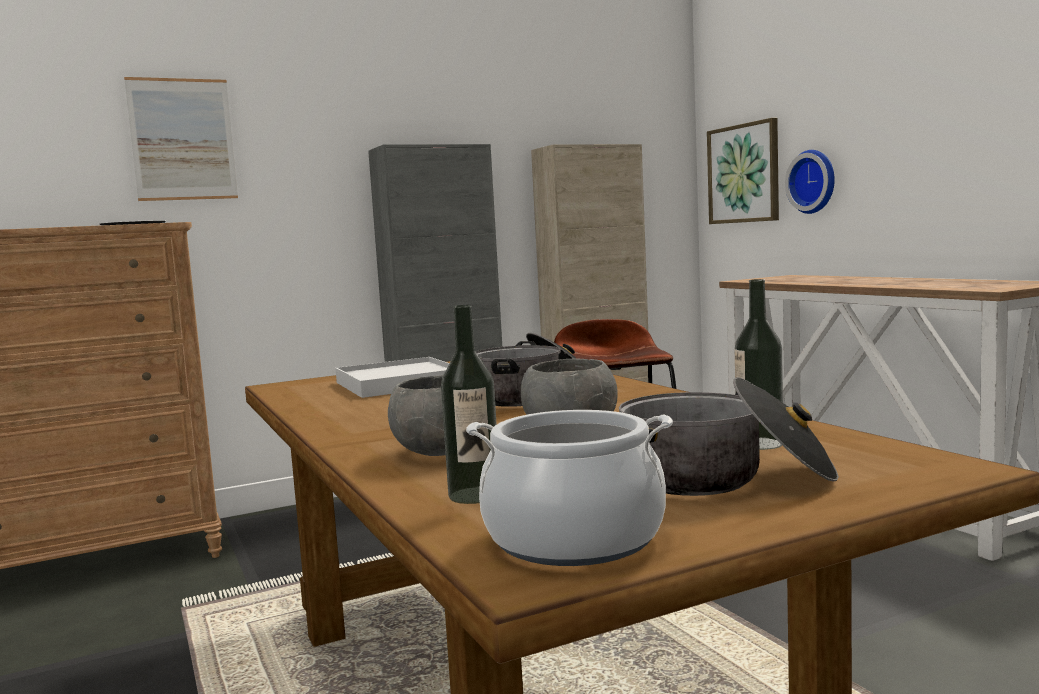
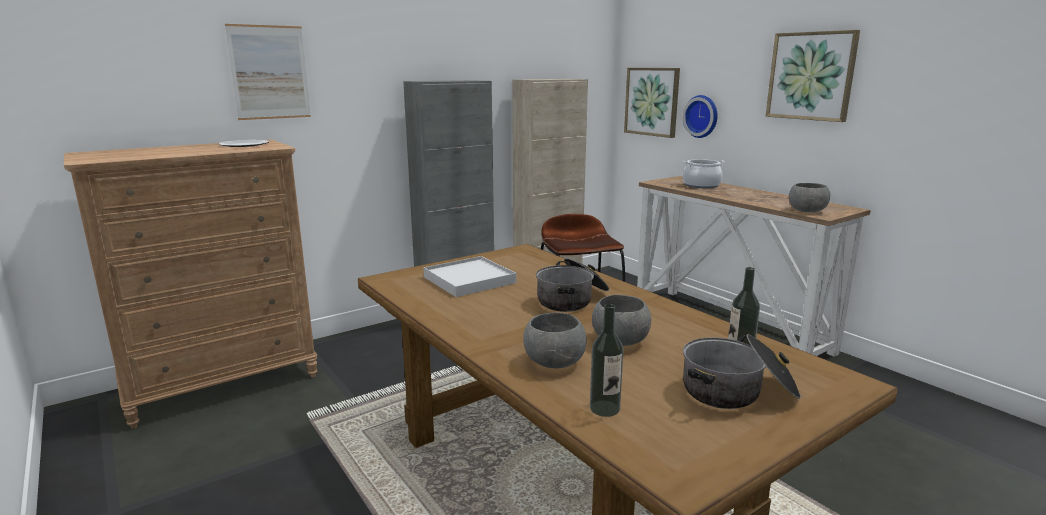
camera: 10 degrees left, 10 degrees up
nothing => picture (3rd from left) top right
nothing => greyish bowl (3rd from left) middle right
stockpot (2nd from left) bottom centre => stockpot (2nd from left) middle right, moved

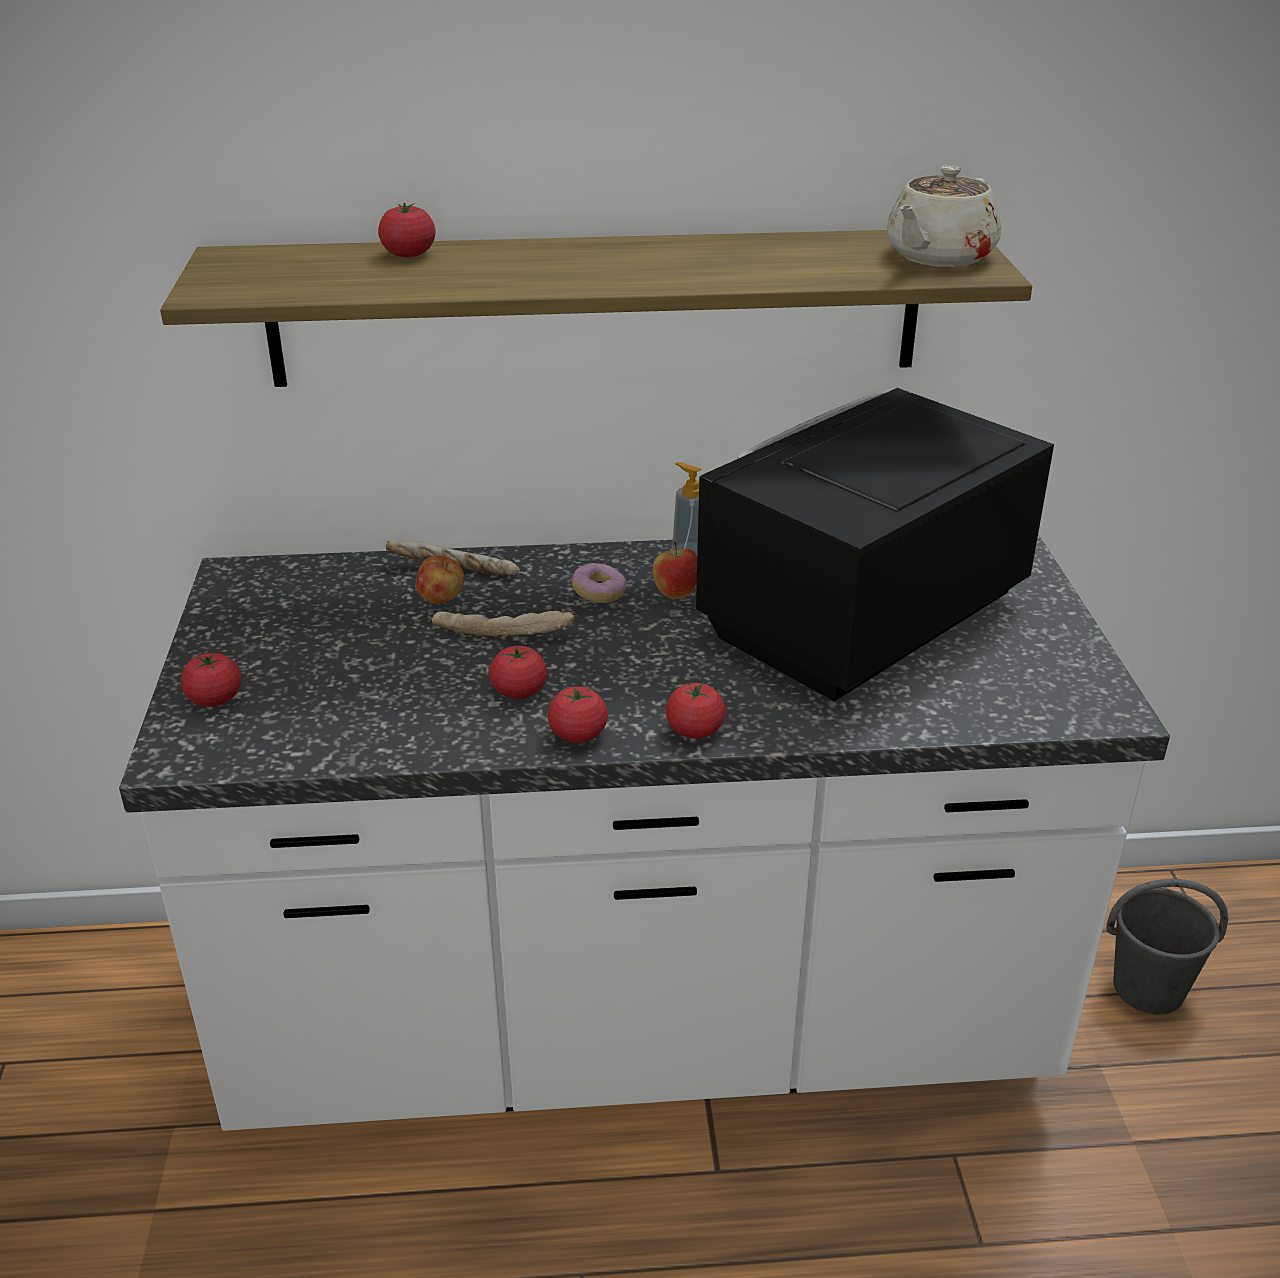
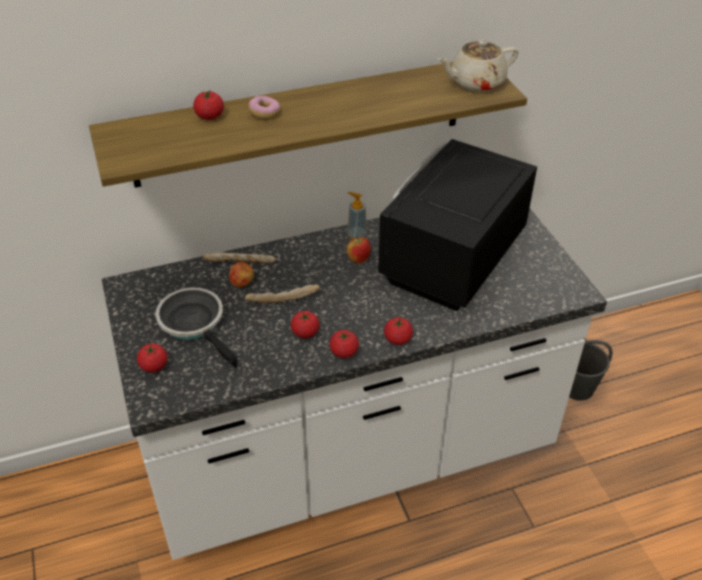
camera: 15 degrees left, 10 degrees up
nothing => frying pan middle left
ring doughnut centre => ring doughnut top centre, moved
sand-coloured tea pot top right, 45 degrees clockwise

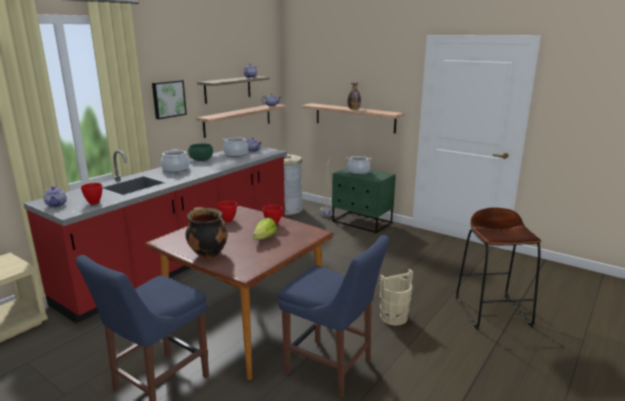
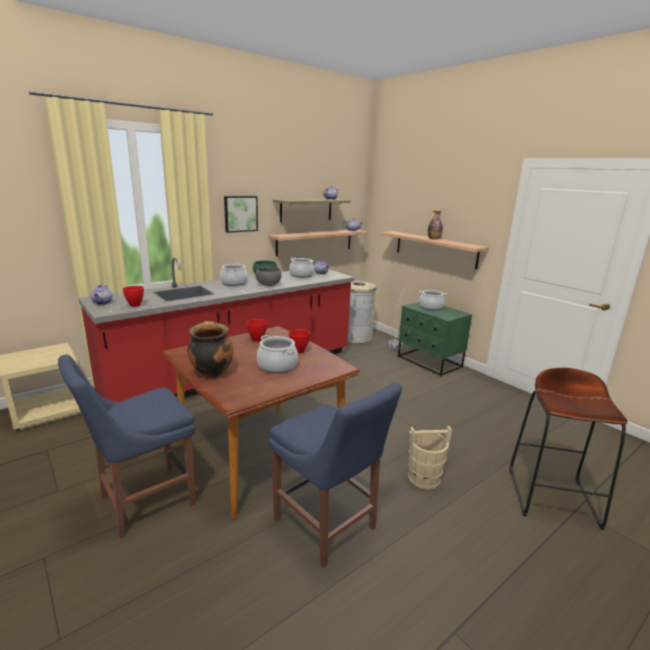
camera: 15 degrees right, 0 degrees up
nothing => greyish bowl centre
head of lettuce centre => stockpot (3rd from left) centre

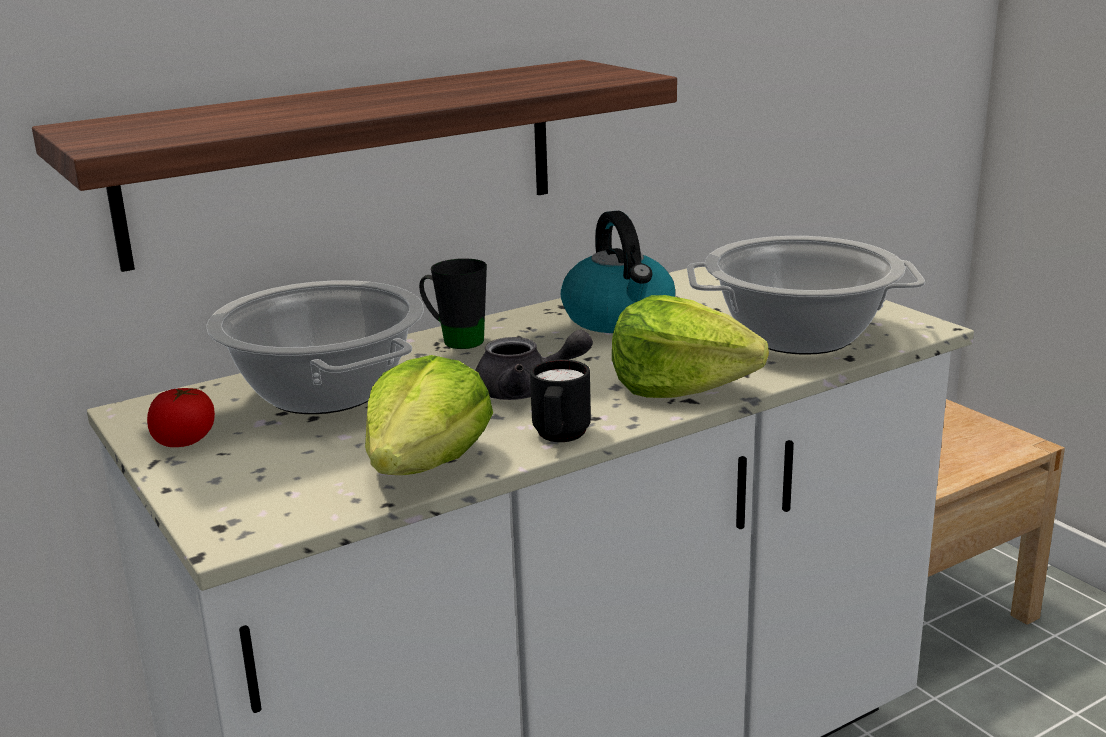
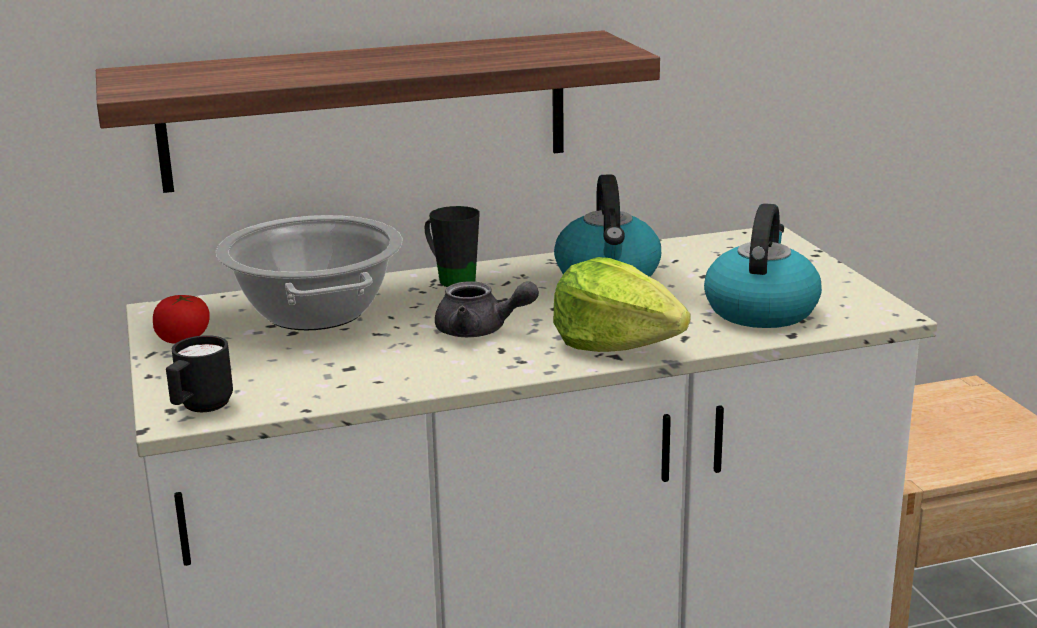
camera: 15 degrees right, 0 degrees up
head of lettuce (1st from left) centre => nothing
blackish tea mug (2nd from left in the first image) centre => blackish tea mug (1st from left) middle left, moved
stockpot (2nd from left) middle right => kettle (2nd from left) middle right

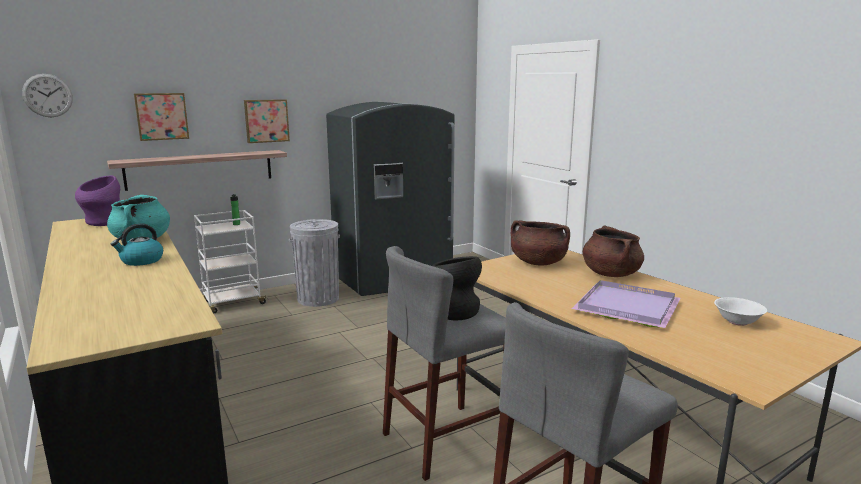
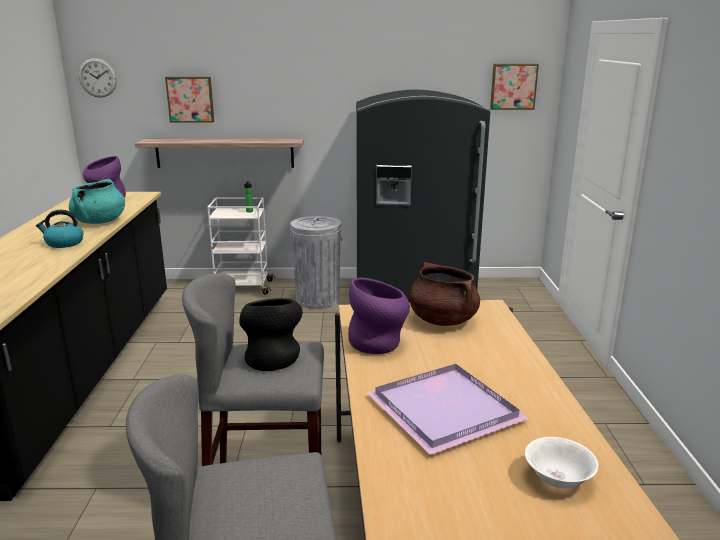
camera: 30 degrees right, 5 degrees up
brownish stockpot (2nd from left) middle right => nothing
nothing => purple vase (2nd from left) centre
picture (2nd from left) top left => picture (2nd from left) top right, moved

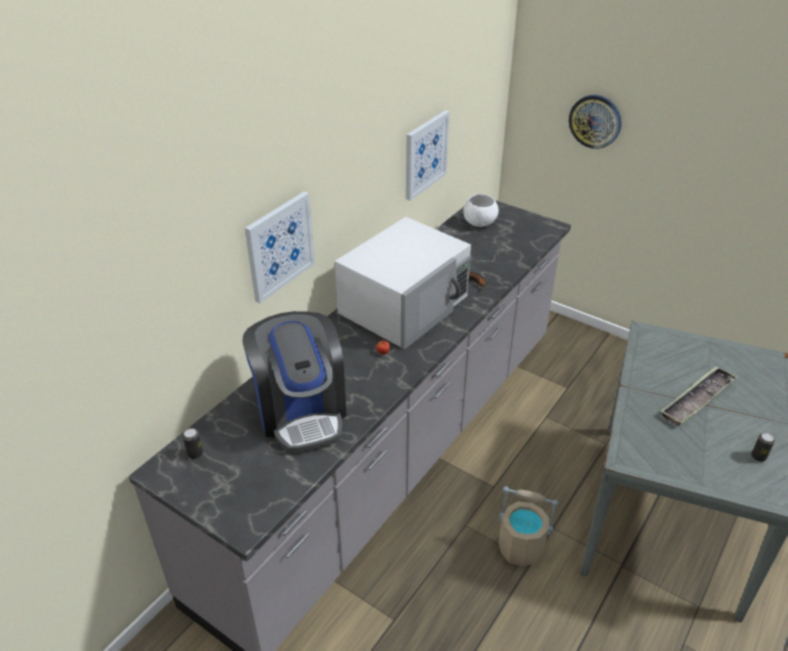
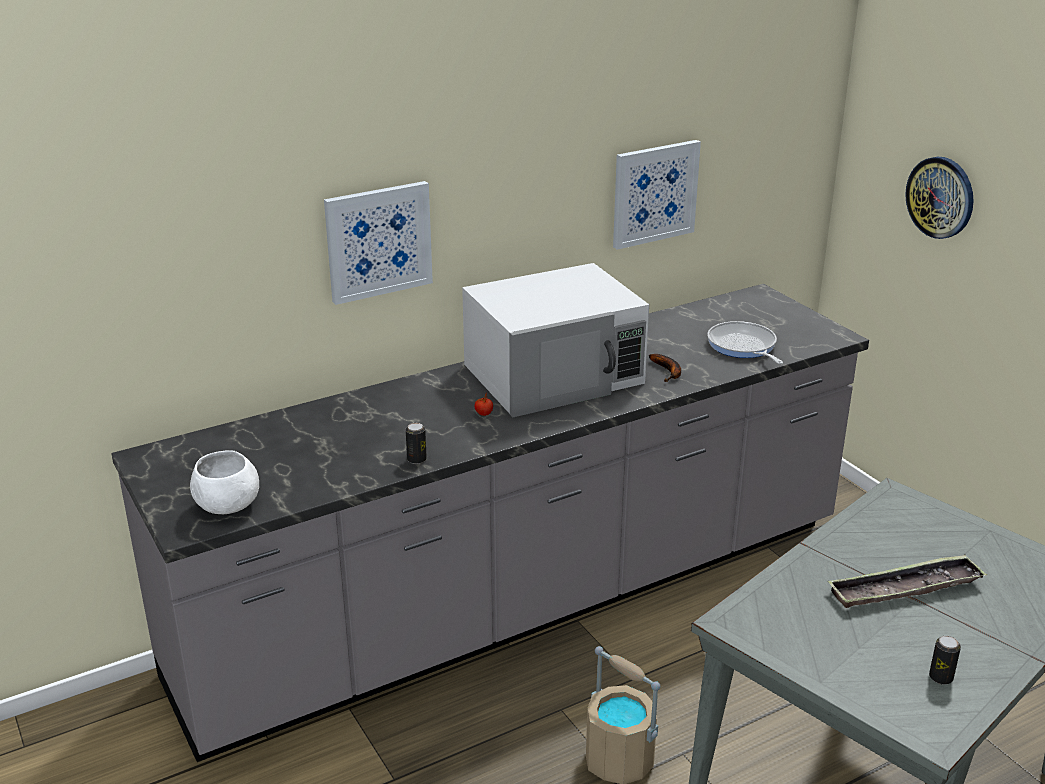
camera: 25 degrees right, 10 degrees down
coffee brewer centre => nothing
nothing => frying pan middle right
sealed can (1st from left) bottom left => sealed can (1st from left) centre, moved
whitish bowl top centre => whitish bowl middle left, moved

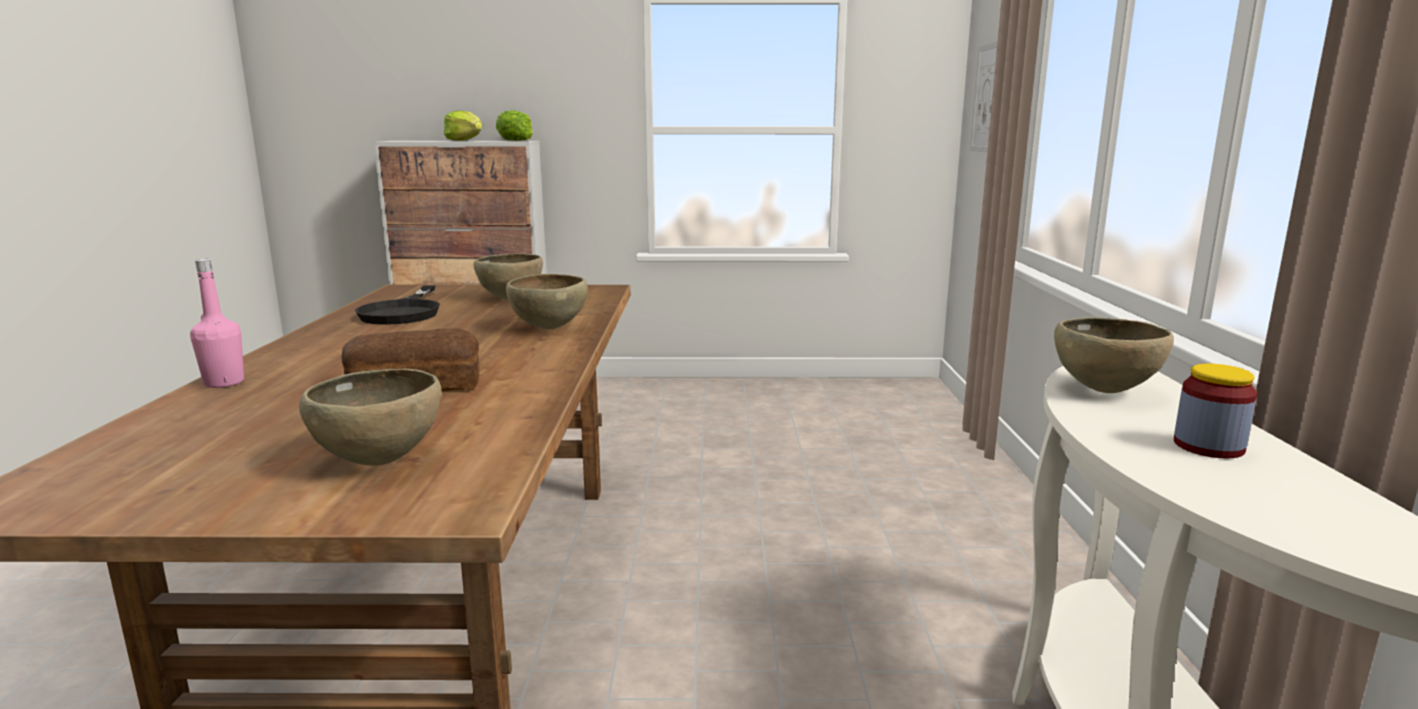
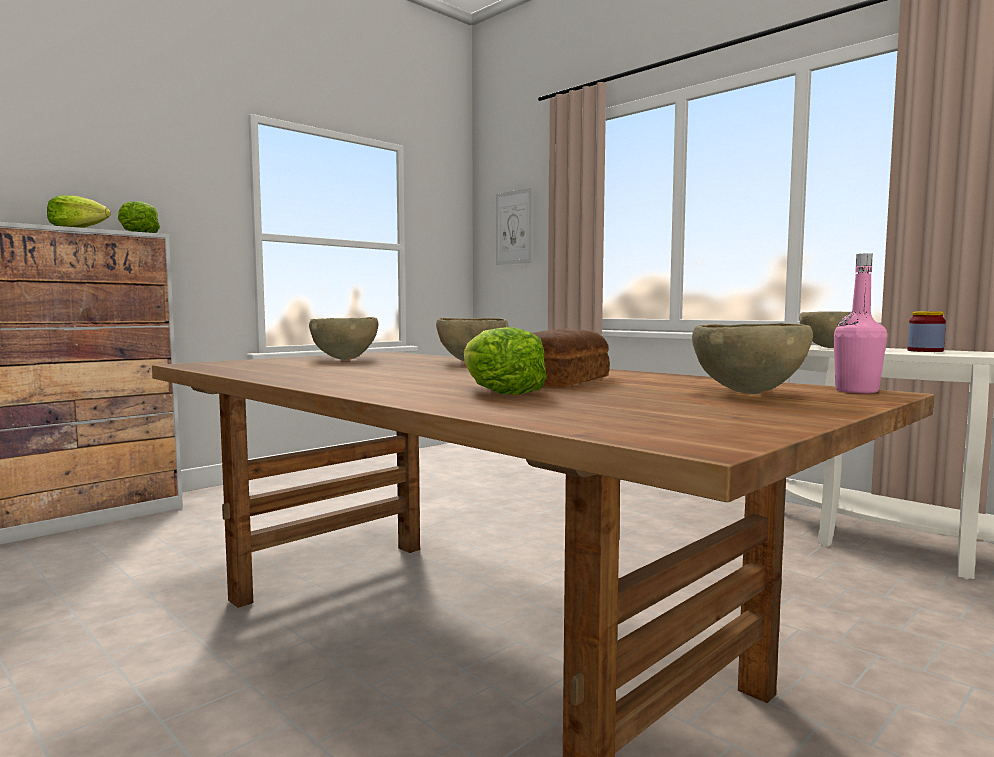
camera: 45 degrees left, 10 degrees down
blackish frying pan middle left => nothing
nothing => head of lettuce (3rd from left) centre
pinkish beverage bottle middle left => pinkish beverage bottle middle right, moved

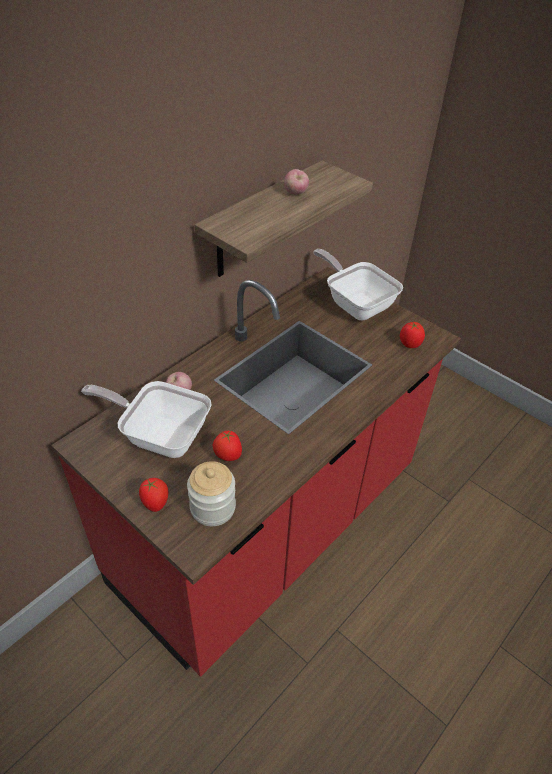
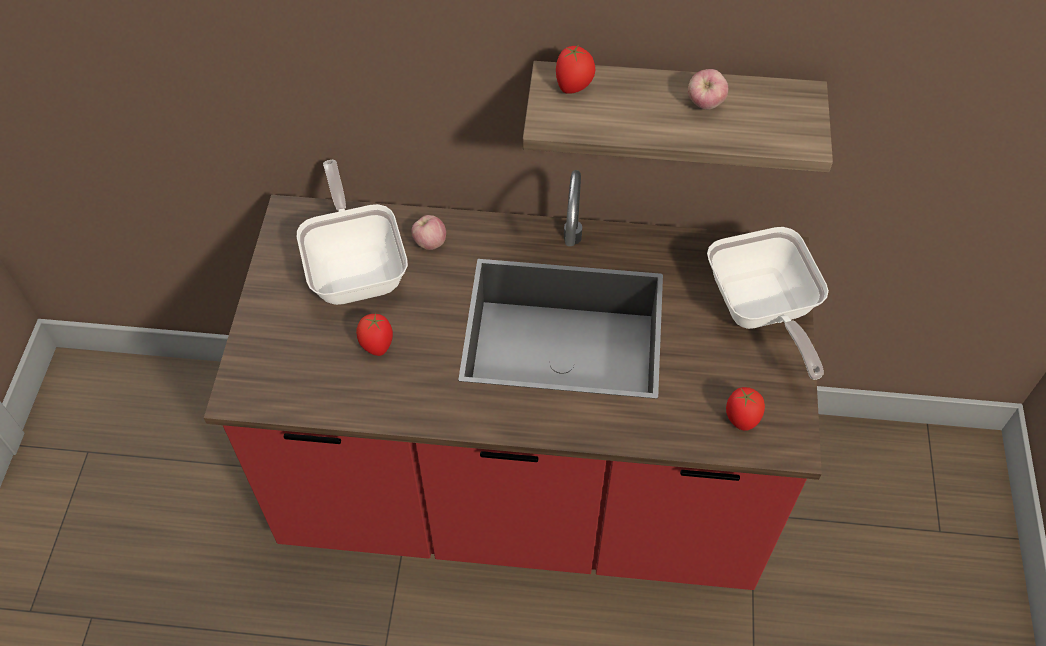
camera: 55 degrees right, 10 degrees up
jar centre => nothing
tomato (1st from left in the first image) middle left => tomato (2nd from left) top centre, moved
frying pan (2nd from left) centre => frying pan (2nd from left) middle right, 150 degrees clockwise

